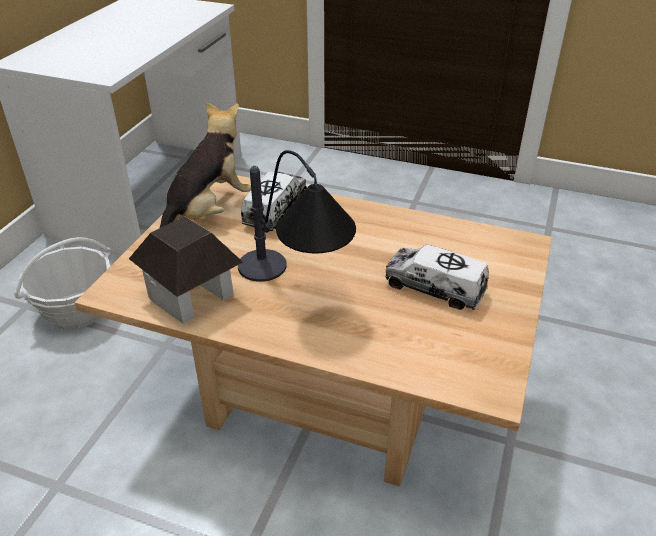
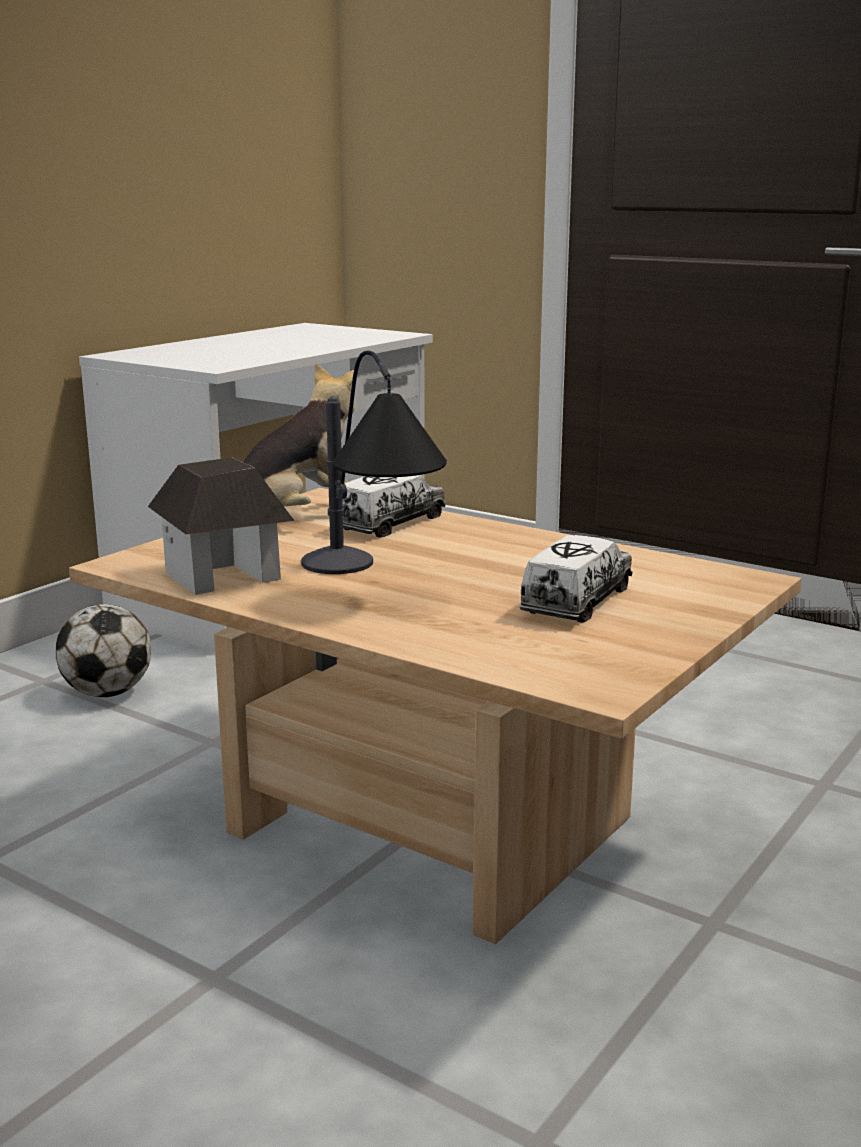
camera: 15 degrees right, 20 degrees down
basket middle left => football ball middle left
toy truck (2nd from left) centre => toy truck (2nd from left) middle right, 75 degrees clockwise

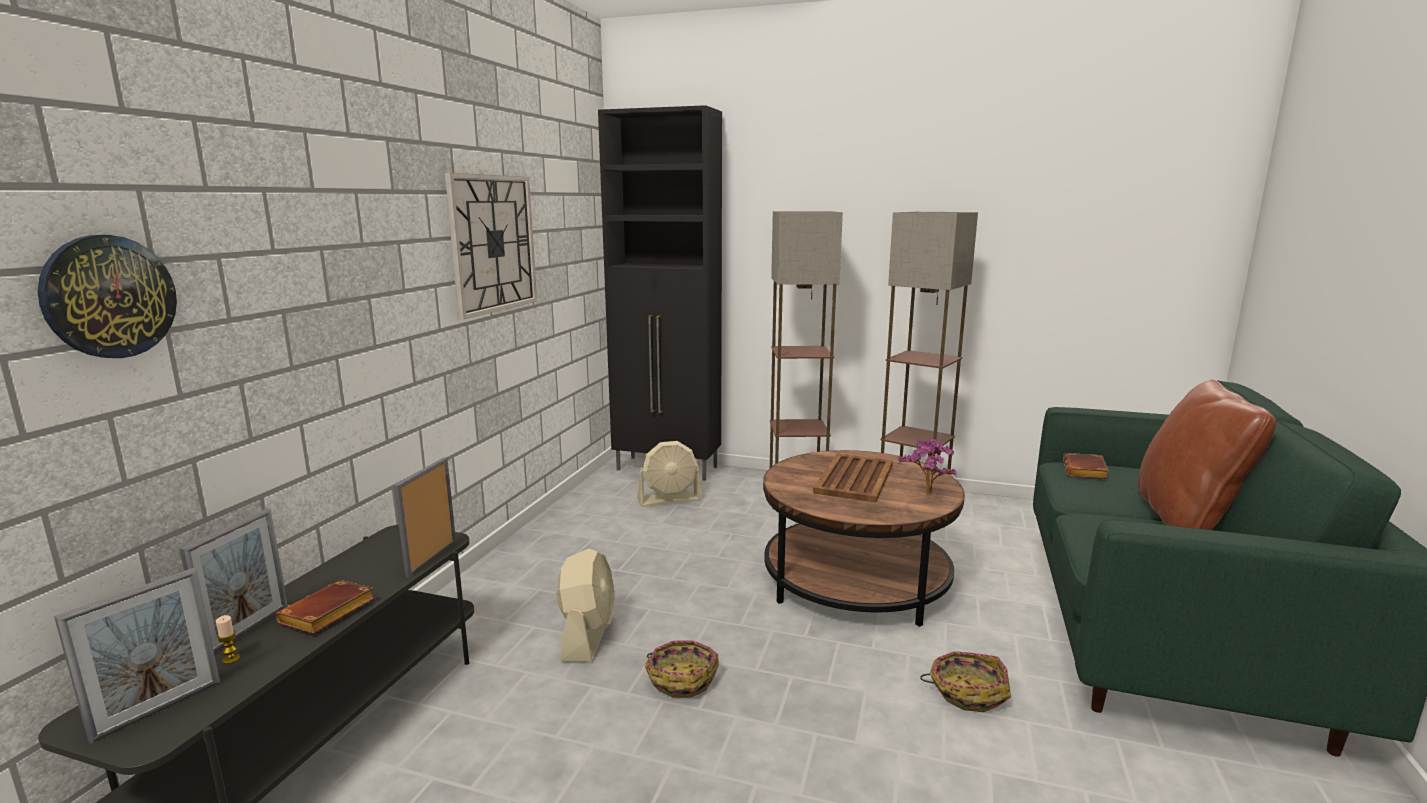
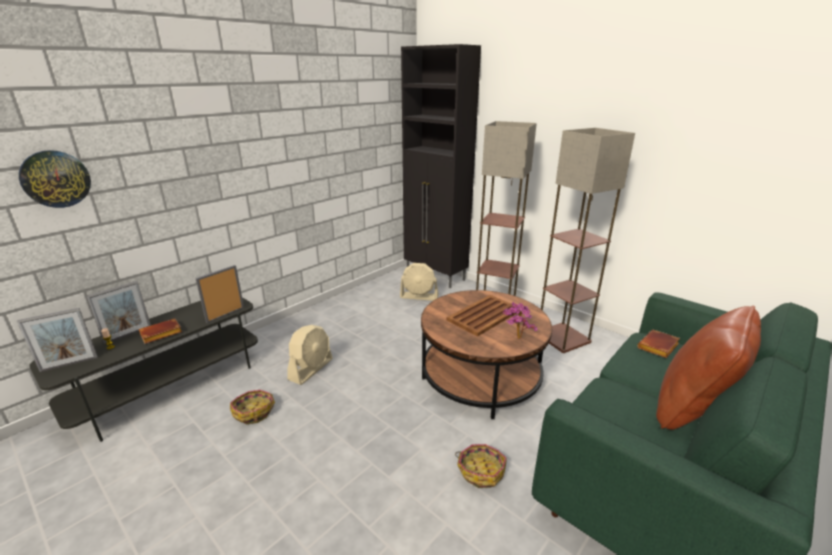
camera: 25 degrees right, 10 degrees up
wall clock (2nd from left) top centre => nothing
basket (1st from left) bottom centre => basket (1st from left) bottom left, moved

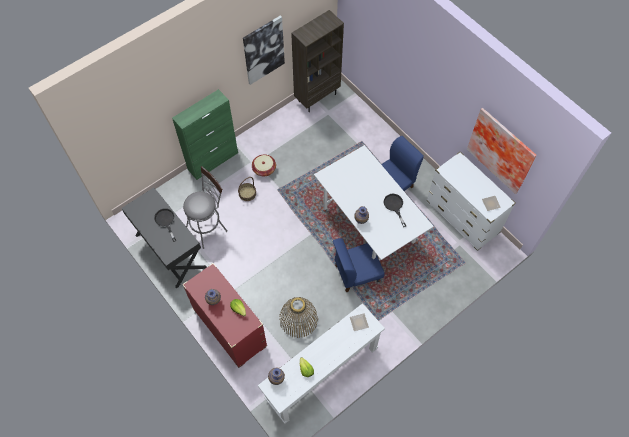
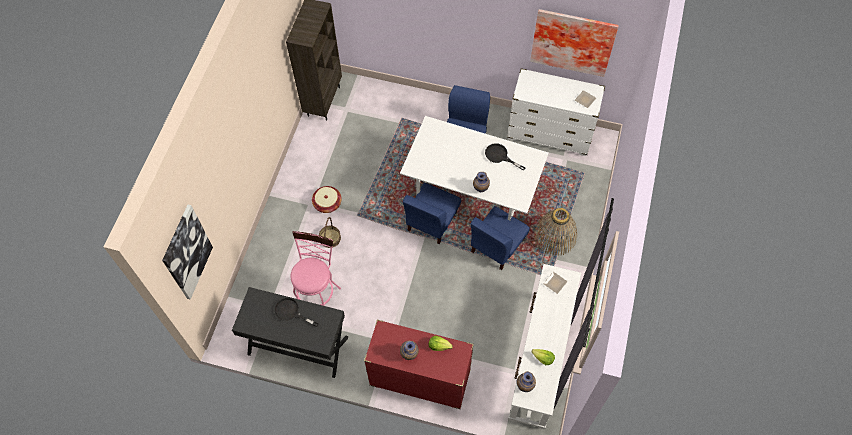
camera: 35 degrees left, 0 degrees up
green storage cabinet top left => nothing
nothing => blue upright chair (1st from left) centre
picture (1st from left) top centre => picture (1st from left) middle left, moved
basket (3rd from left) bottom centre => basket (3rd from left) centre, moved
greyish sitting stool middle left => pinkish sitting stool centre

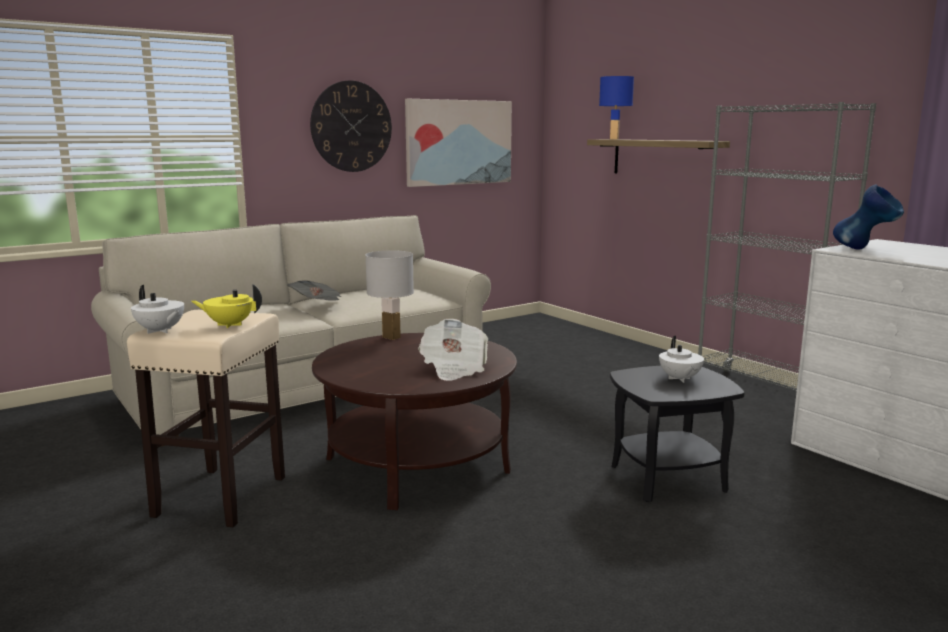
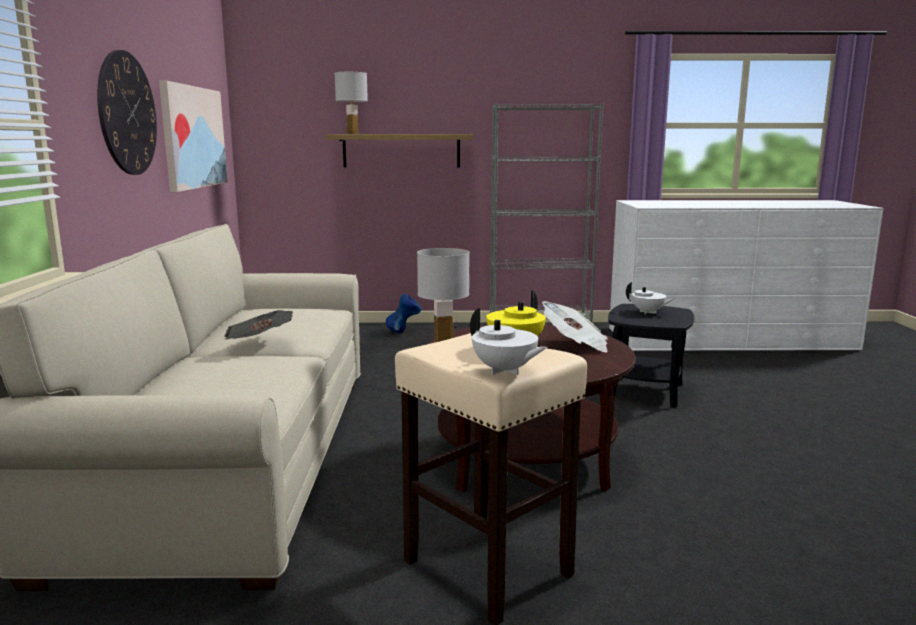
camera: 55 degrees left, 0 degrees up
blue vase middle right => blue vase centre, moved
blue table lamp top centre => whitish table lamp (1st from left) top centre
whitish tea pot (1st from left) middle left => whitish tea pot (1st from left) centre, 60 degrees clockwise

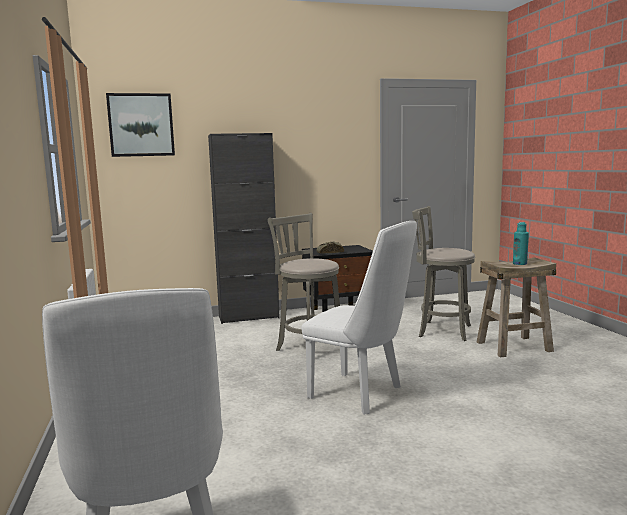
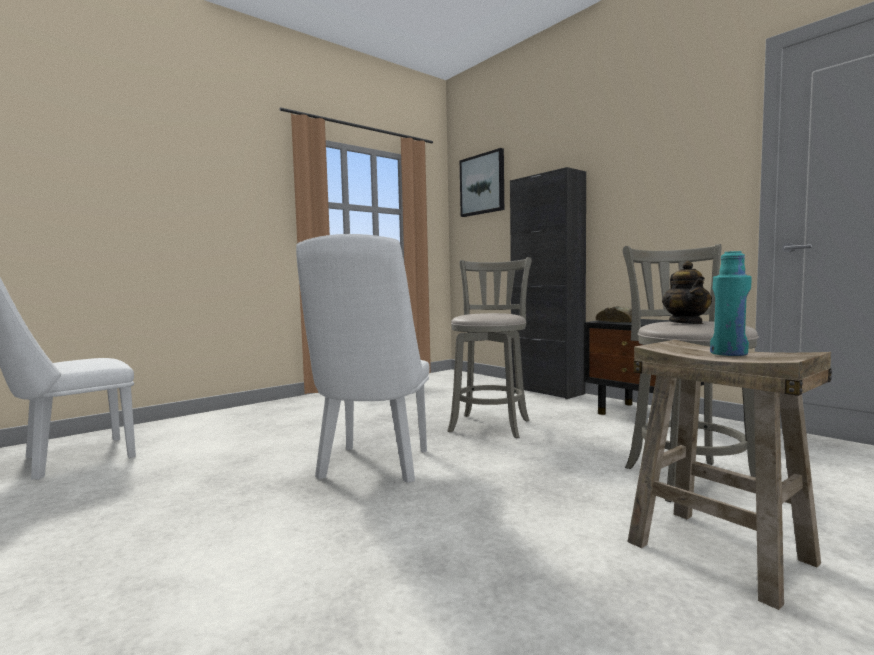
camera: 65 degrees right, 5 degrees down
nothing => tea pot middle right

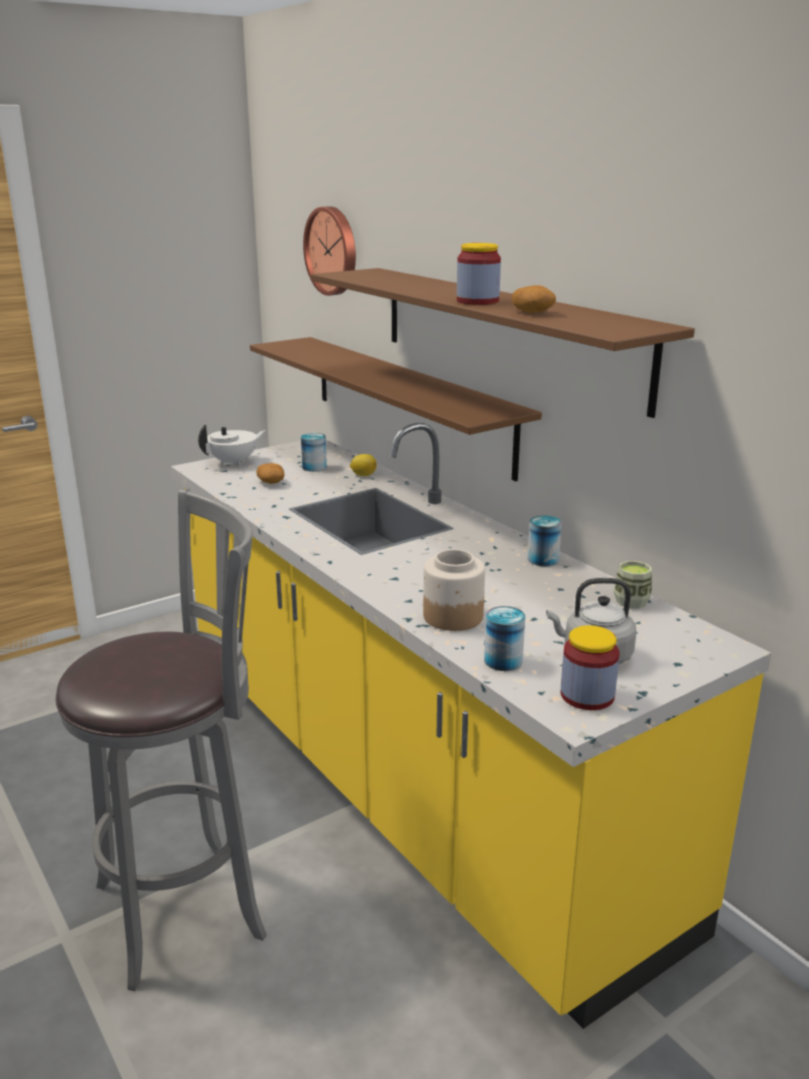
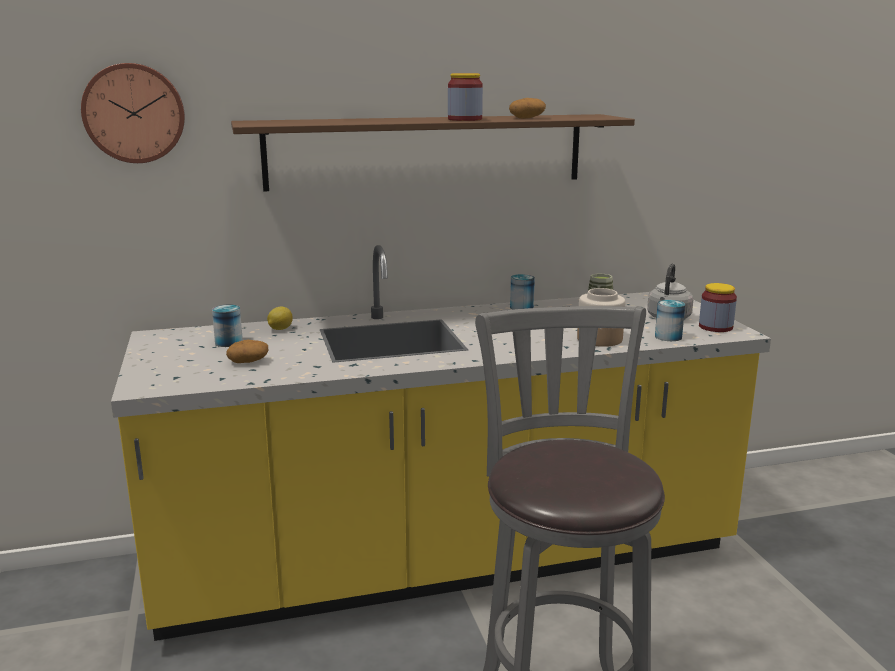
camera: 70 degrees left, 5 degrees down
whitish tea pot middle left => nothing
brownish bracket shelf (1st from left) centre => nothing

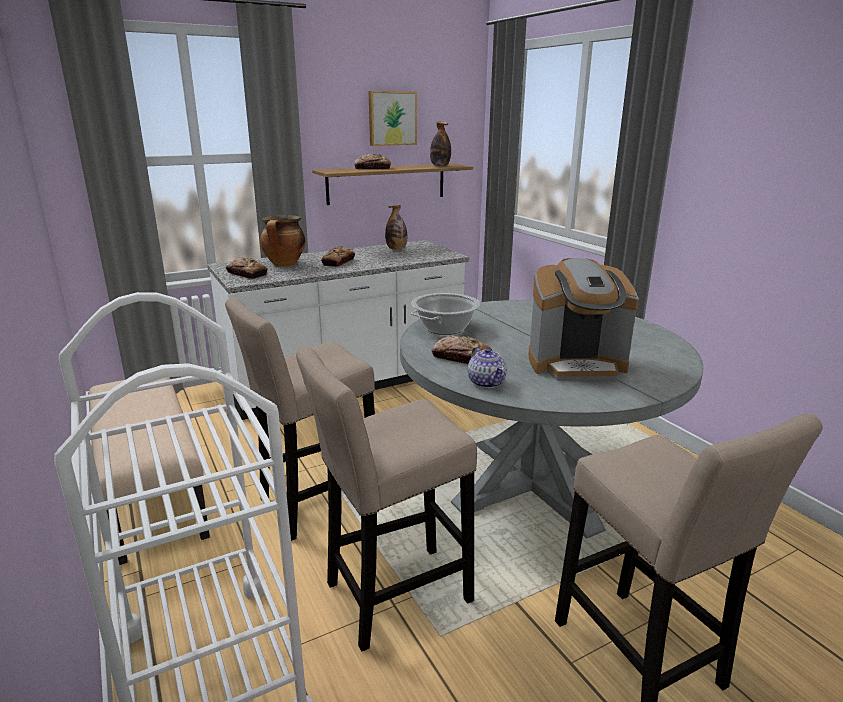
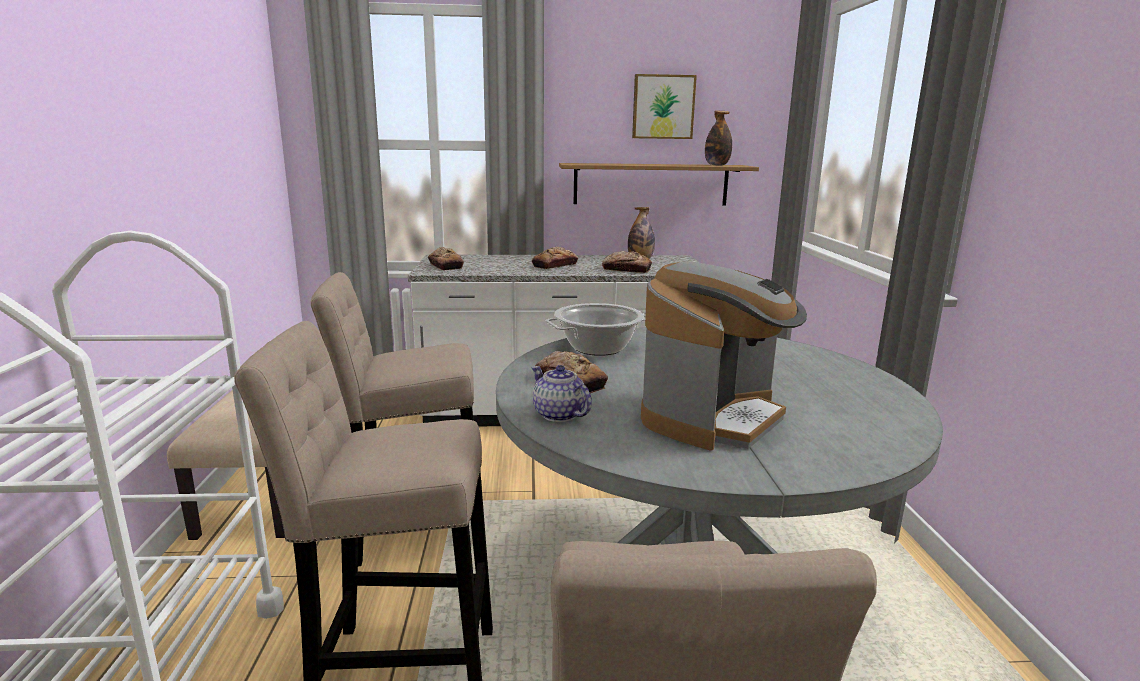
camera: 25 degrees right, 5 degrees down
stockpot (1st from left) centre => nothing
bread (3rd from left in the first image) top centre => bread (4th from left) centre, moved
tea pot centre, 135 degrees clockwise
coffee brewer middle right => coffee brewer centre, 75 degrees counterclockwise

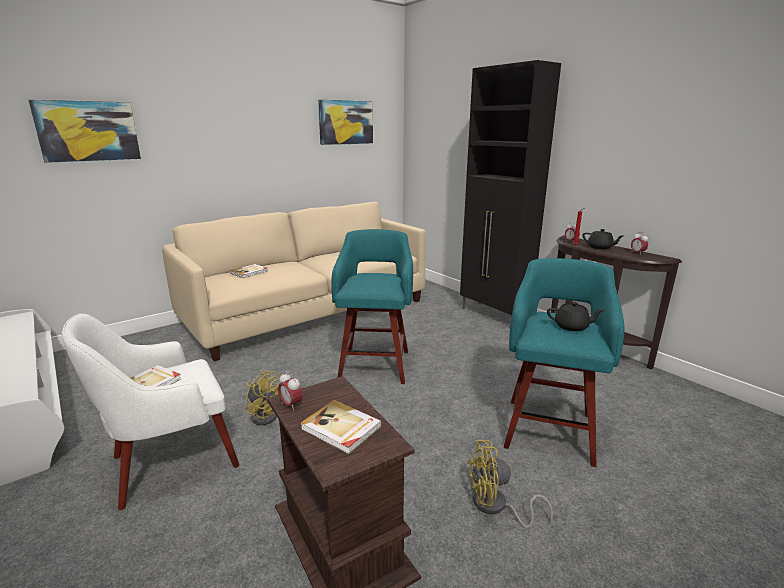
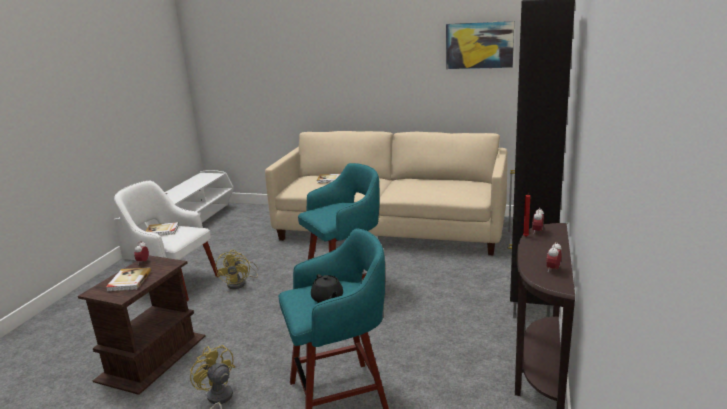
camera: 55 degrees right, 0 degrees up
picture (1st from left) top left => nothing
blackish tea pot (2nd from left) middle right => nothing

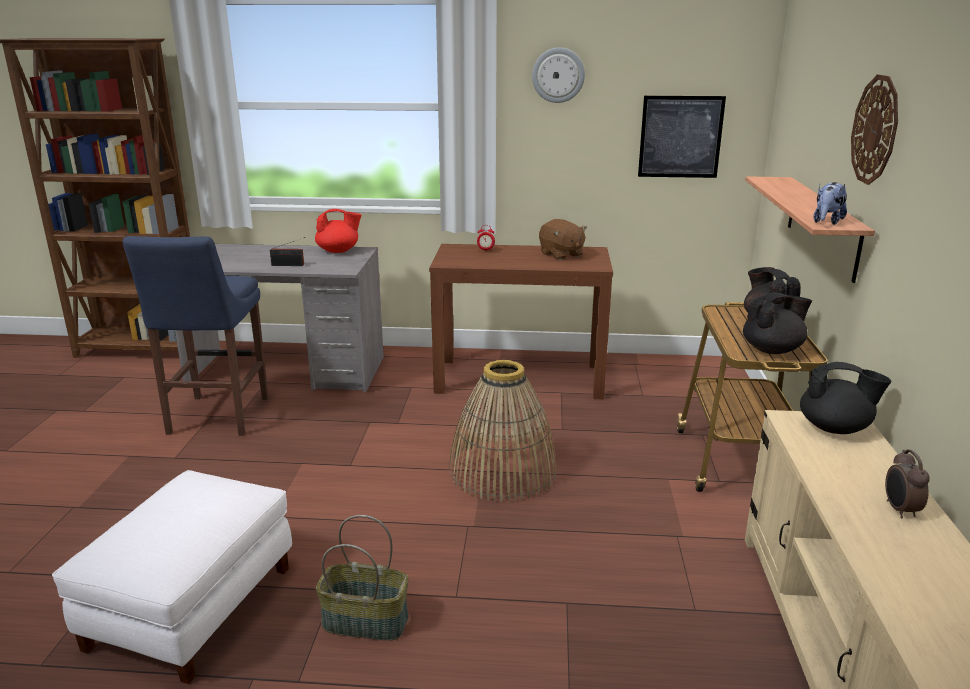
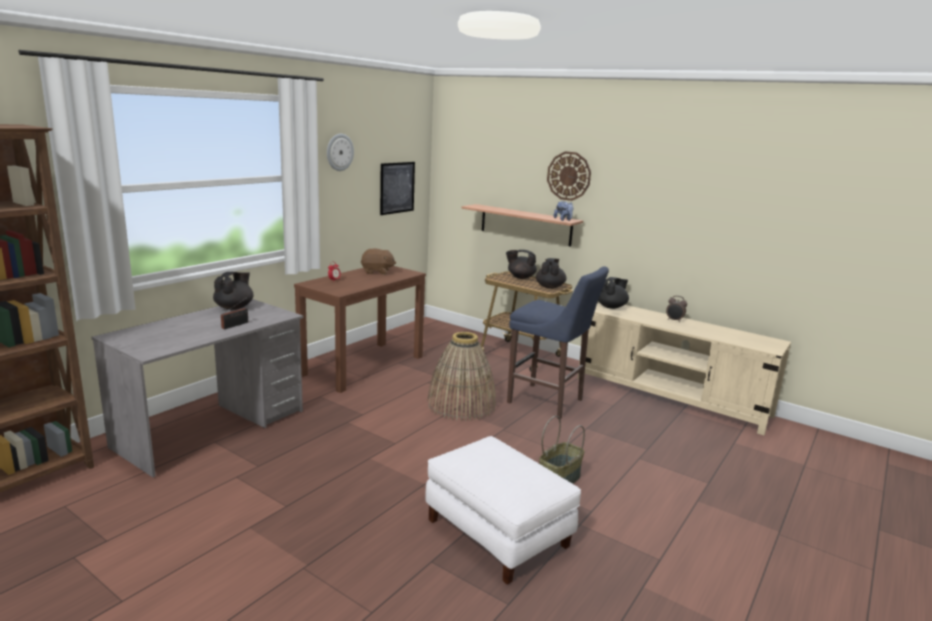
camera: 60 degrees left, 5 degrees down
blue sitting stool middle left => blue sitting stool centre, moved
reddish tea pot centre => blackish tea pot (1st from left) middle left

